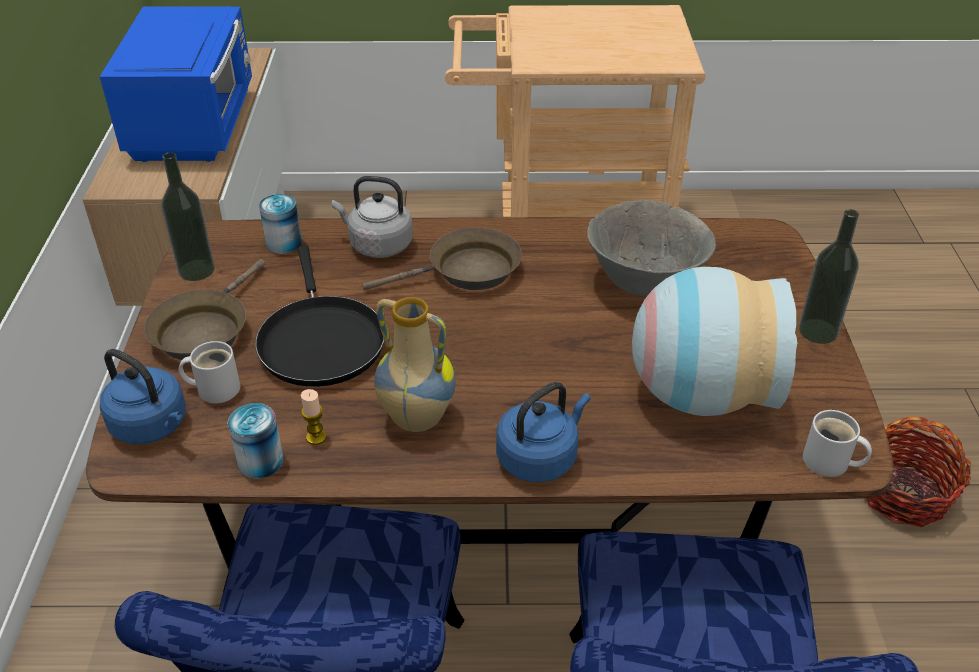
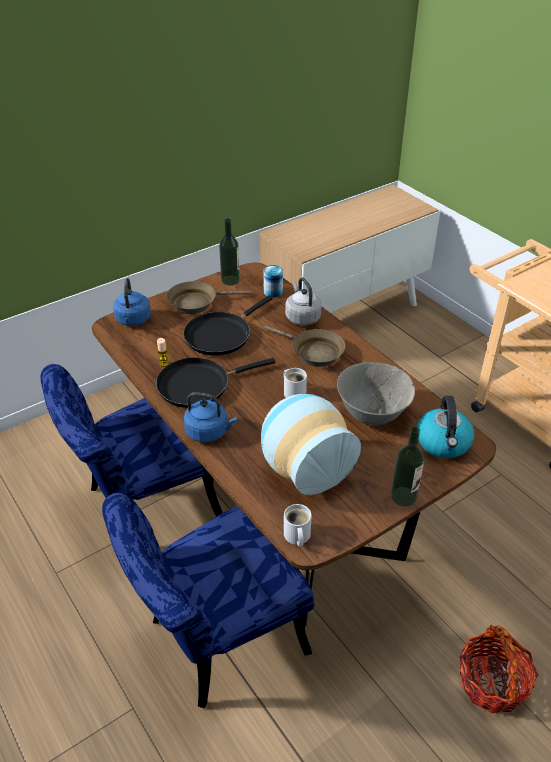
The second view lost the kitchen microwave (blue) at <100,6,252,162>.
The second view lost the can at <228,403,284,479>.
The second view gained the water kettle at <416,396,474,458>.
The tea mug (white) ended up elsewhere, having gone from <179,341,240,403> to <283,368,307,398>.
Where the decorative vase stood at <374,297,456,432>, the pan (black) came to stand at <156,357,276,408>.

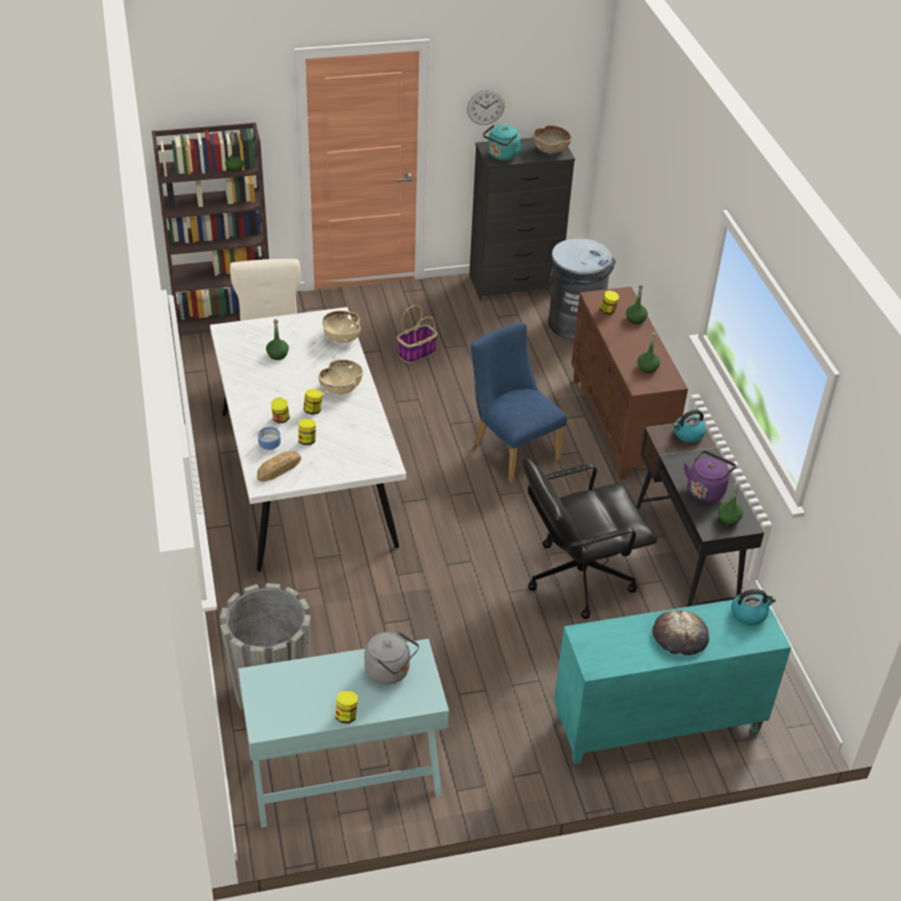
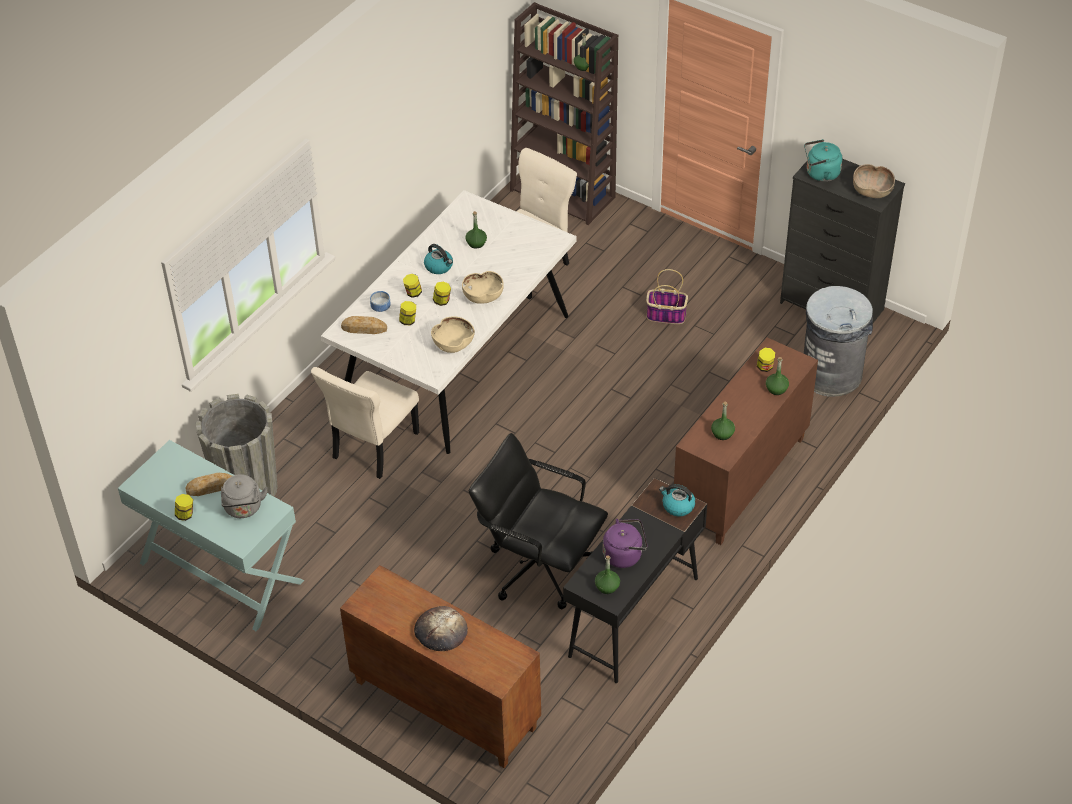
The second view lost the wall clock at <467,89,505,125>.
The second view lost the chair (blue) at <471,323,567,483>.
The second view gained the bakery bread at <185,473,232,496>.
The second view gained the chair (beige-coloured) at <311,367,419,479>.
The deep dish (beige-coloured) ended up elsewhere, having gone from <323,310,361,343> to <431,316,475,353>.
The water kettle ended up elsewhere, having gone from <731,589,776,625> to <424,244,453,274>.
What was the storage cabinet (turquoise) at <554,595,791,765> turned into the storage cabinet (brownish) at <340,565,541,768>.

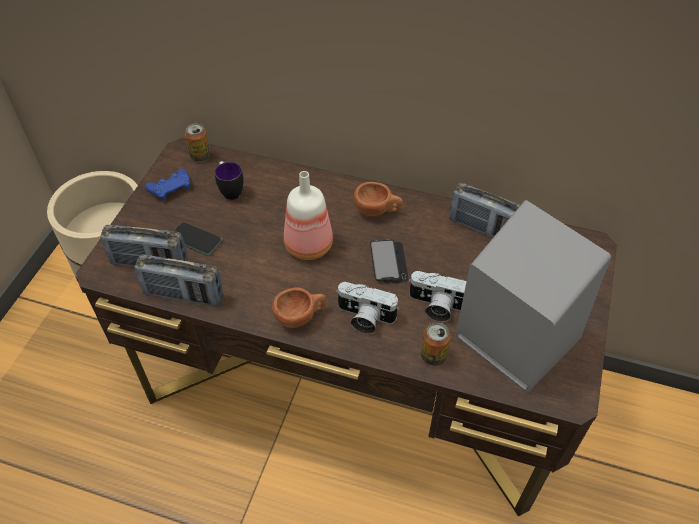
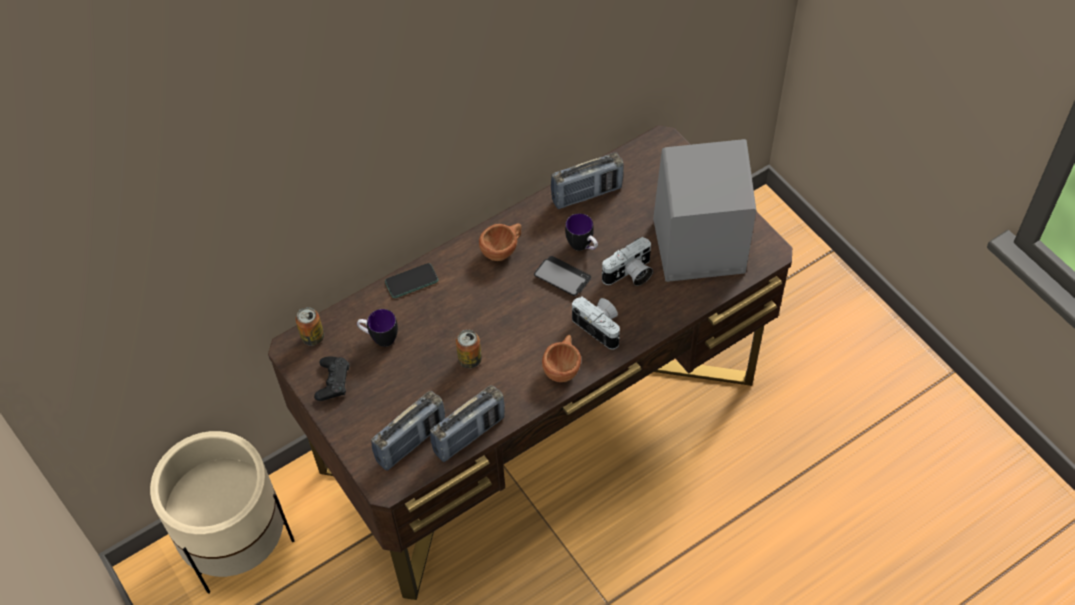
The second view lost the beverage bottle at <284,171,333,260>.
The second view gained the tea mug at <565,213,598,251>.
The telephone ended up elsewhere, having gone from <174,222,222,256> to <385,263,439,298>.
The can ended up elsewhere, having gone from <421,322,451,366> to <456,330,482,368>.
What was the joypad (blue) at <145,168,190,201> turned into the joypad (black) at <314,356,349,401>.
The photo camera at <336,282,399,334> ended up facing another way, 105 degrees counterclockwise from before.

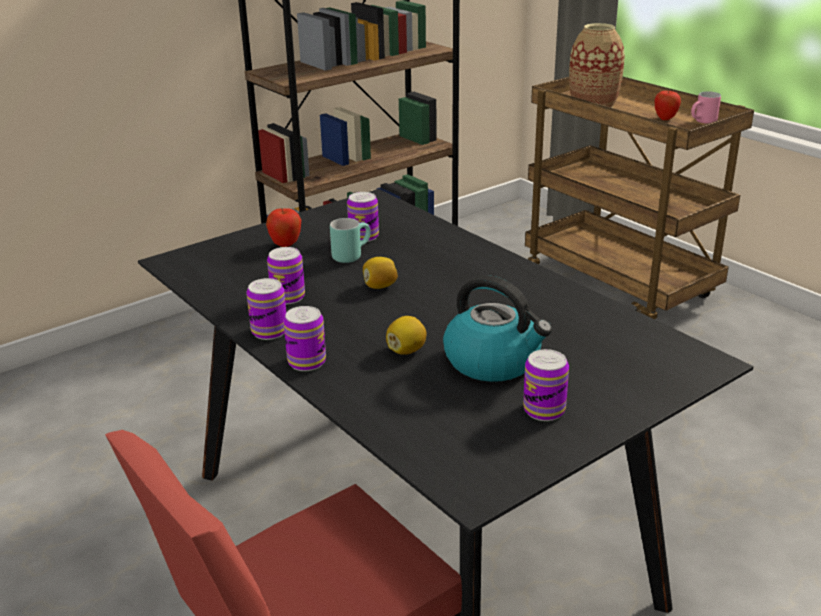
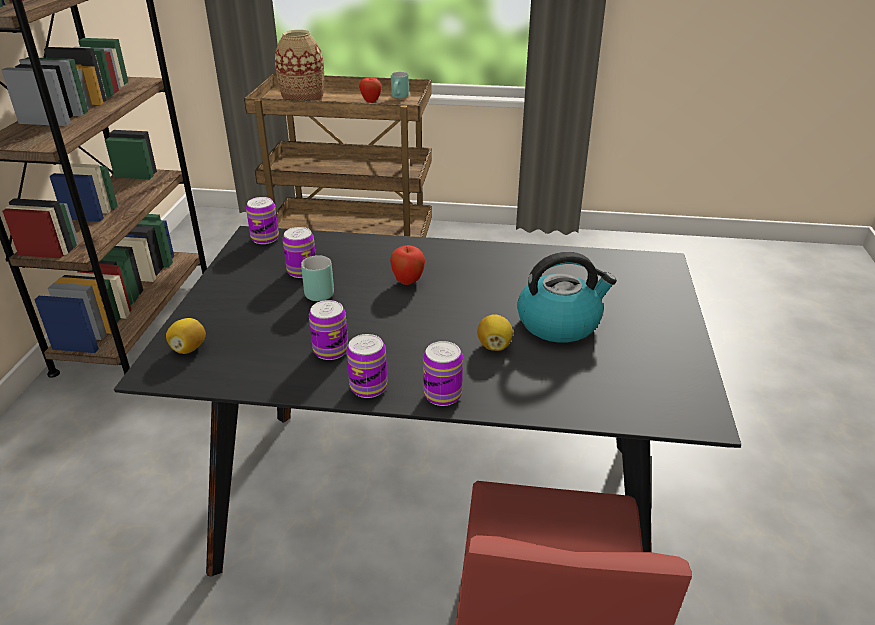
The apple ended up elsewhere, having gone from <266,208,301,247> to <390,245,425,285>.
The citrus fruit ended up elsewhere, having gone from <363,257,398,289> to <166,318,206,354>.
The can ended up elsewhere, having gone from <523,349,569,421> to <246,197,279,244>.
What was the tea mug (pink-coloured) at <691,91,721,124> turned into the tea mug (turquoise) at <391,72,409,98>.

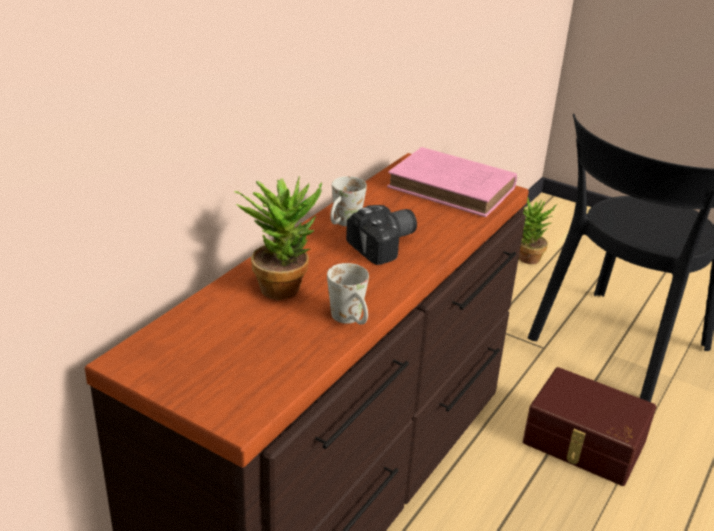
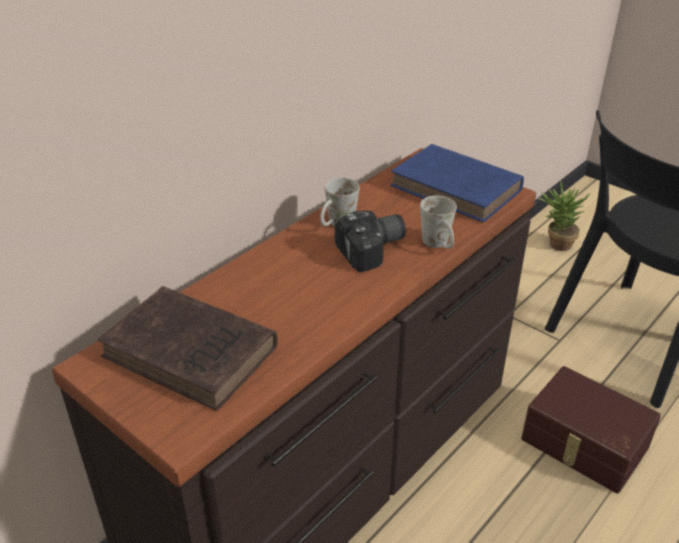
The second view lost the potted plant at <234,177,322,300>.
The second view gained the volume (brownish) at <97,286,278,411>.
The tea mug (white) ended up elsewhere, having gone from <327,263,369,324> to <420,196,457,249>.
What was the volume (pink-coloured) at <387,147,517,217> turned into the volume (blue) at <390,144,524,223>.

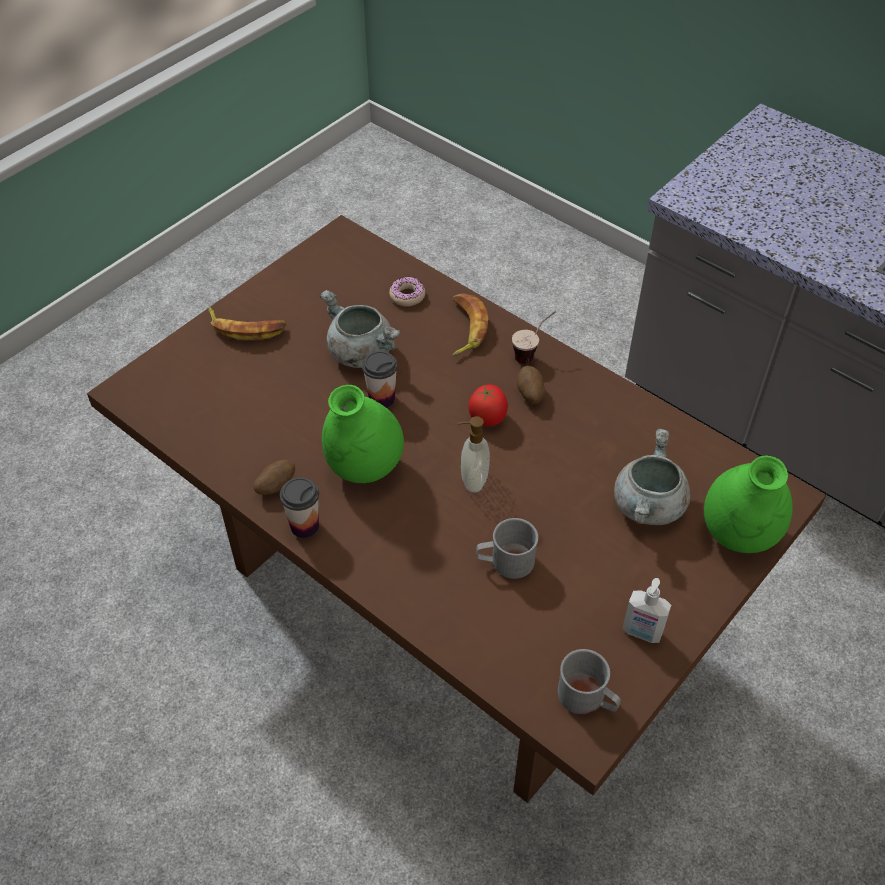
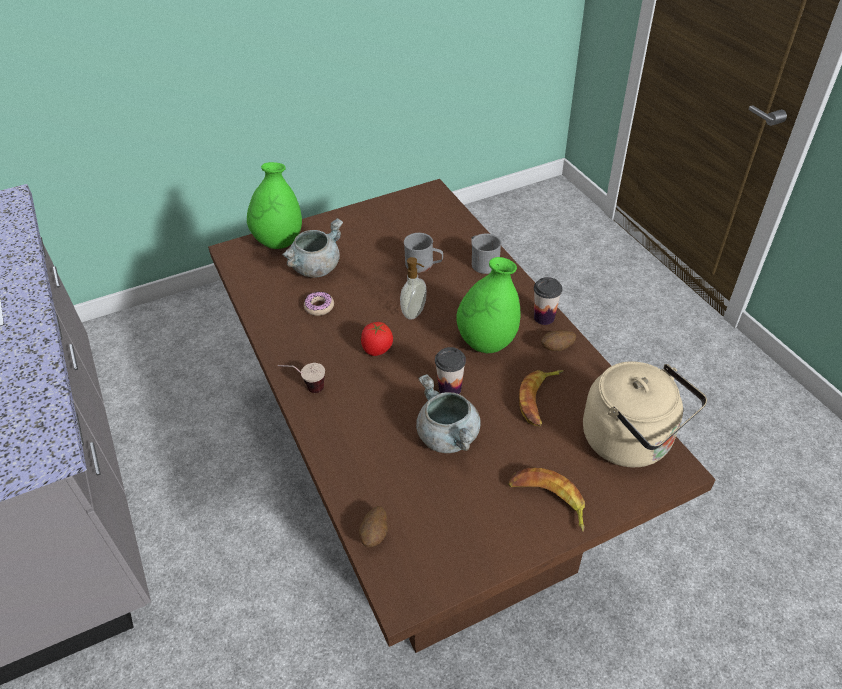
The second view lost the soap bottle at <622,578,671,643>.
The second view gained the water kettle (beige-coloured) at <583,361,707,467>.
The doughnut ended up elsewhere, having gone from <389,277,425,307> to <304,291,334,316>.
The banana ended up elsewhere, having gone from <453,293,488,356> to <519,370,564,426>.
The potato ended up elsewhere, having gone from <517,365,545,404> to <359,506,388,547>.
The tea mug (grey) ended up elsewhere, having gone from <558,649,621,715> to <471,233,501,274>.

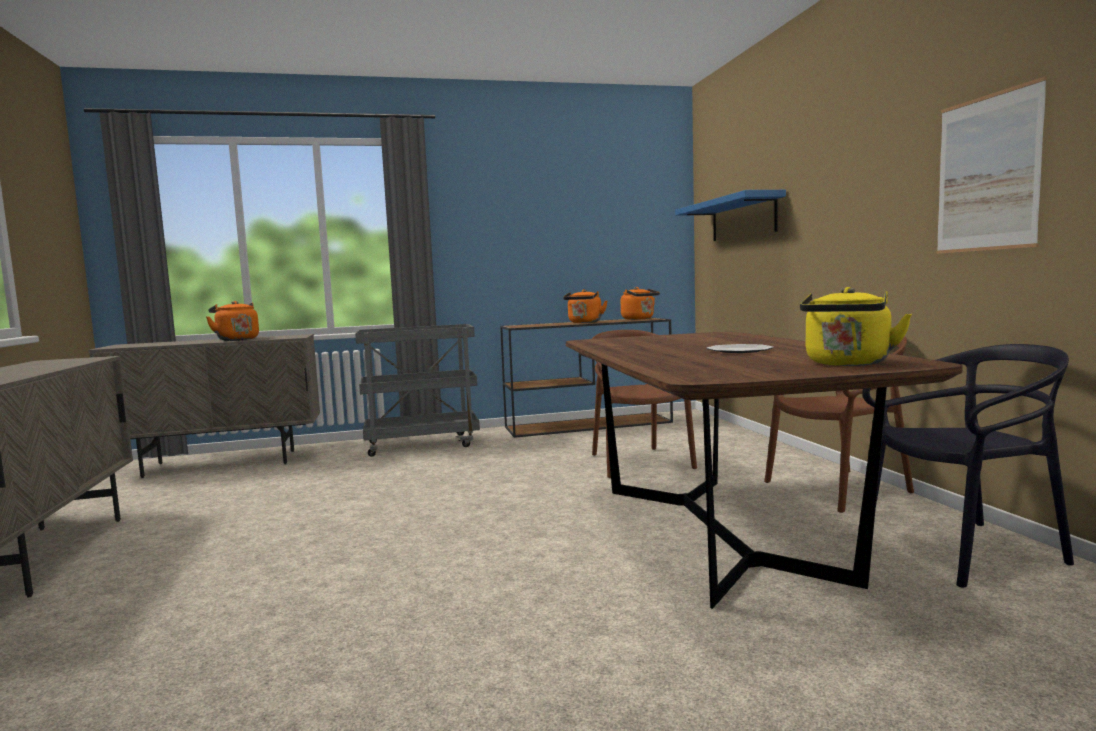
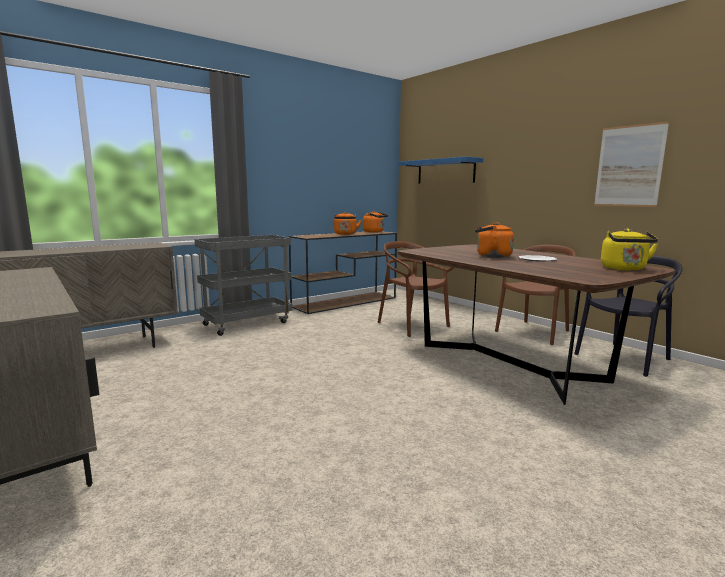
The water kettle (orange) ended up elsewhere, having gone from <206,301,259,341> to <475,222,514,258>.

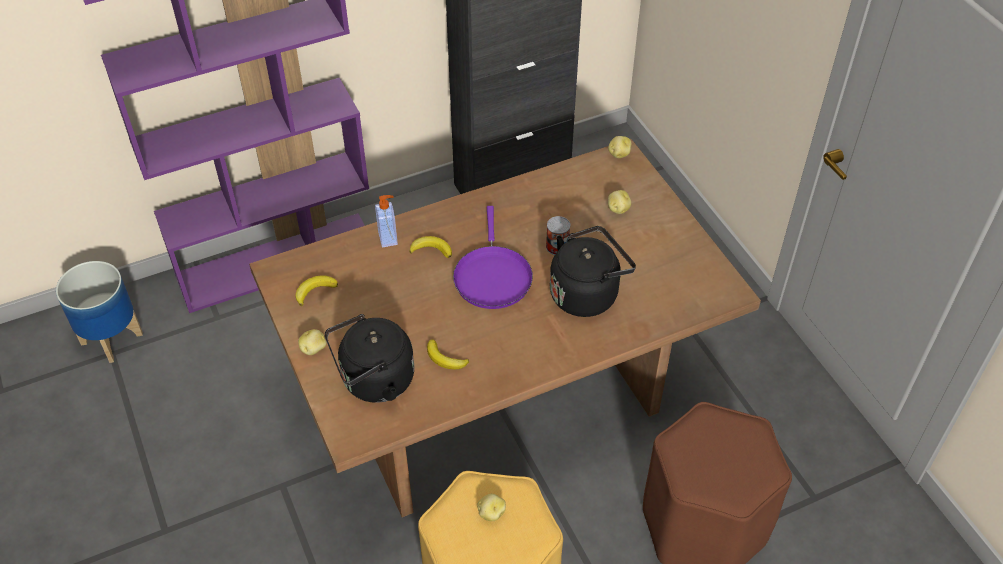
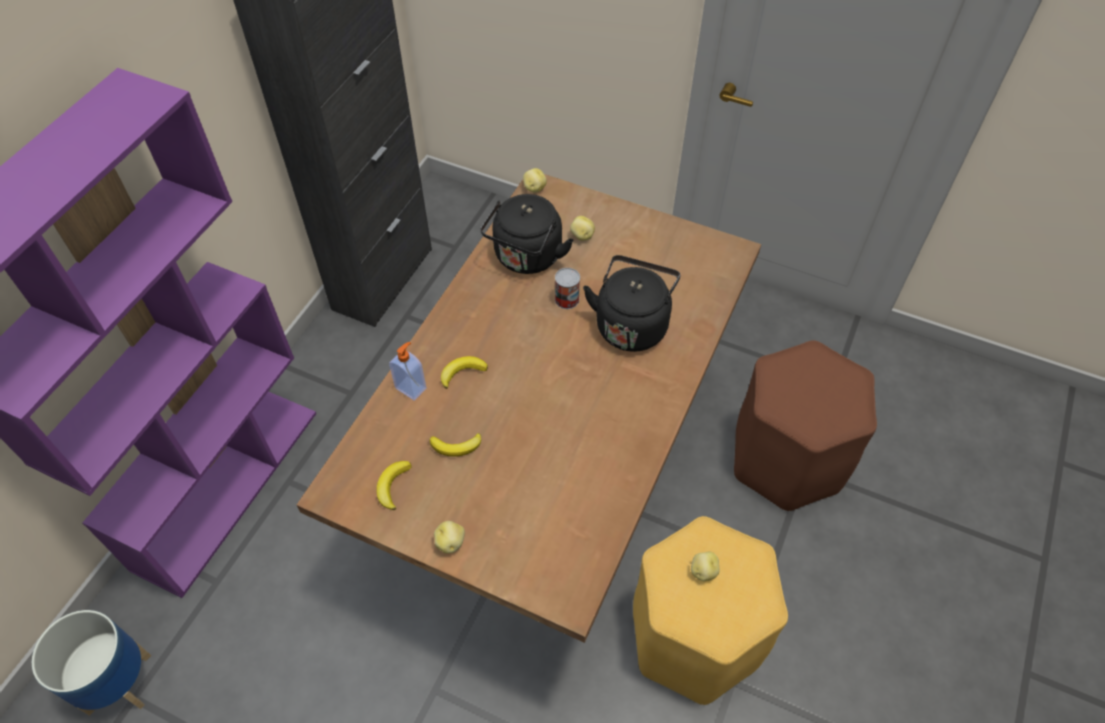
The second view lost the pan (purplish) at <453,206,533,309>.
The water kettle (black) ended up elsewhere, having gone from <325,314,414,403> to <480,194,573,274>.
The banana ended up elsewhere, having gone from <427,339,469,369> to <430,433,481,457>.

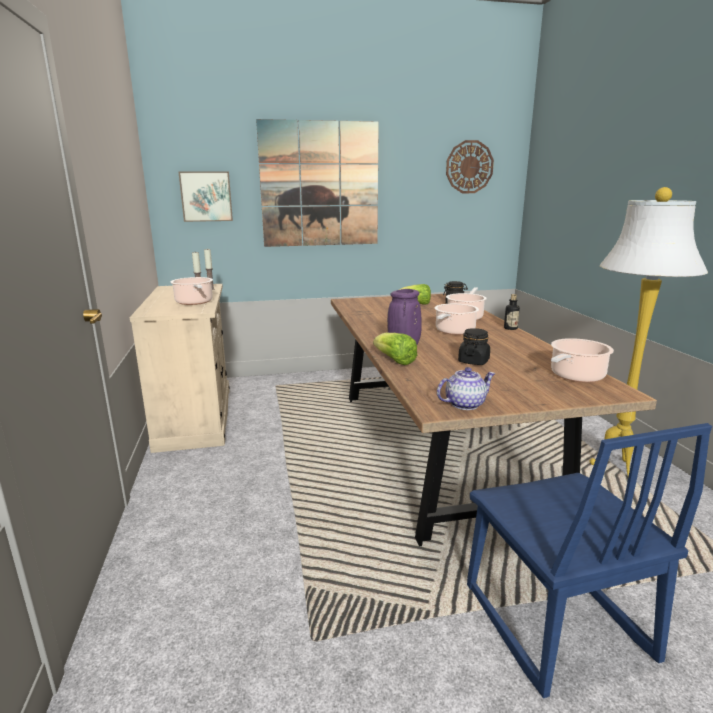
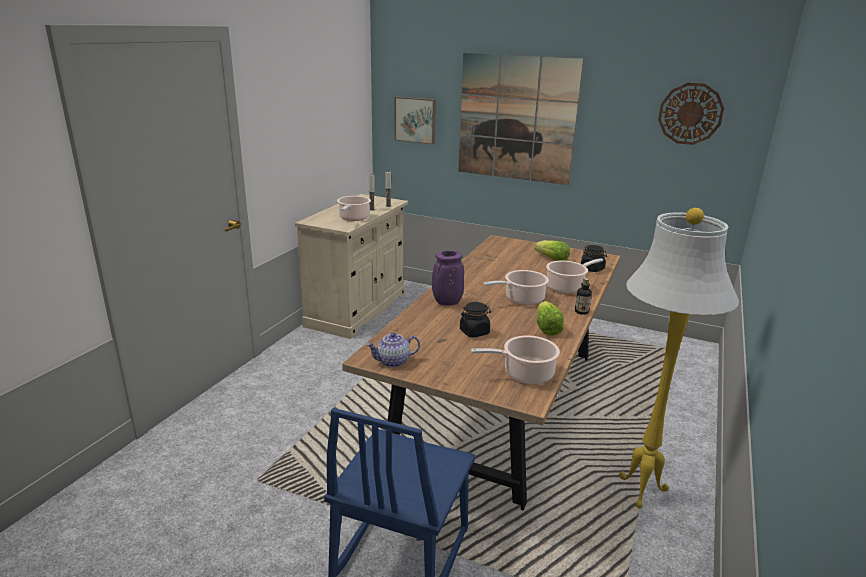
The lettuce ended up elsewhere, having gone from <373,333,417,365> to <537,301,564,336>.
The teapot at <437,367,496,410> ended up facing another way, 150 degrees clockwise from before.

